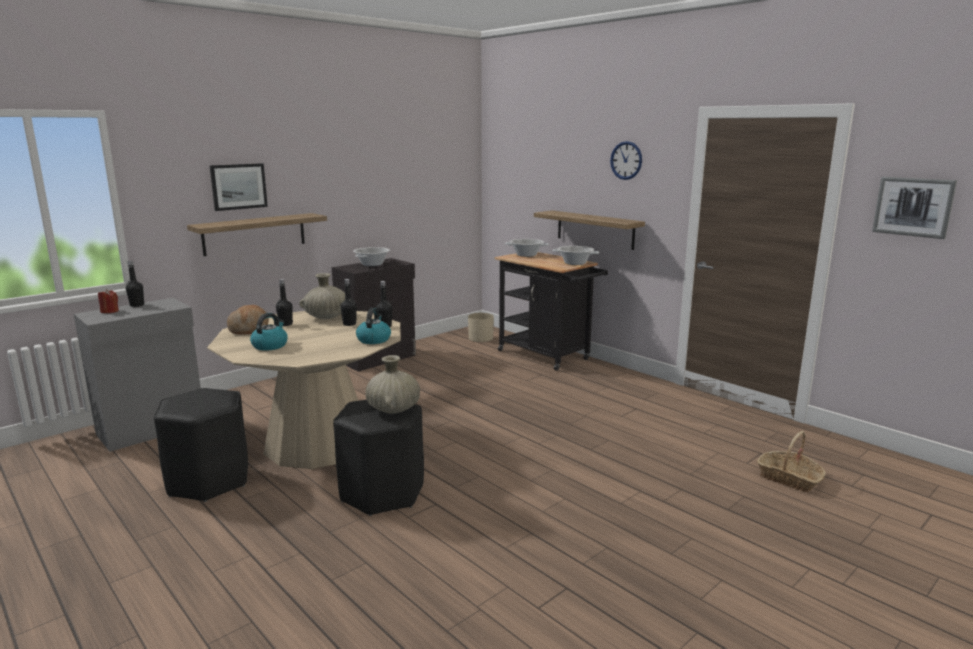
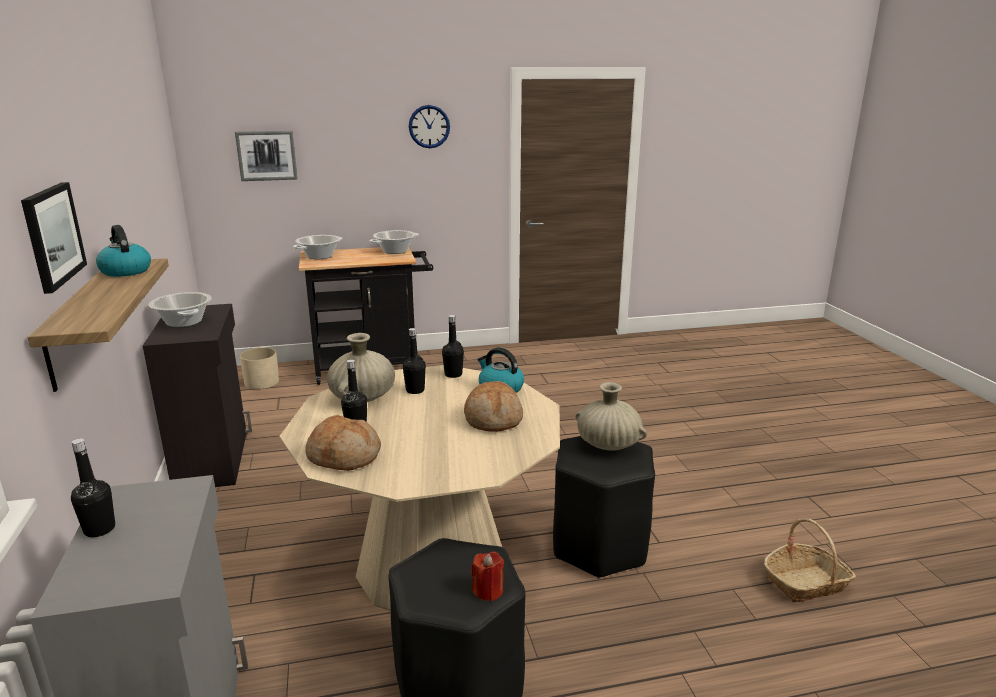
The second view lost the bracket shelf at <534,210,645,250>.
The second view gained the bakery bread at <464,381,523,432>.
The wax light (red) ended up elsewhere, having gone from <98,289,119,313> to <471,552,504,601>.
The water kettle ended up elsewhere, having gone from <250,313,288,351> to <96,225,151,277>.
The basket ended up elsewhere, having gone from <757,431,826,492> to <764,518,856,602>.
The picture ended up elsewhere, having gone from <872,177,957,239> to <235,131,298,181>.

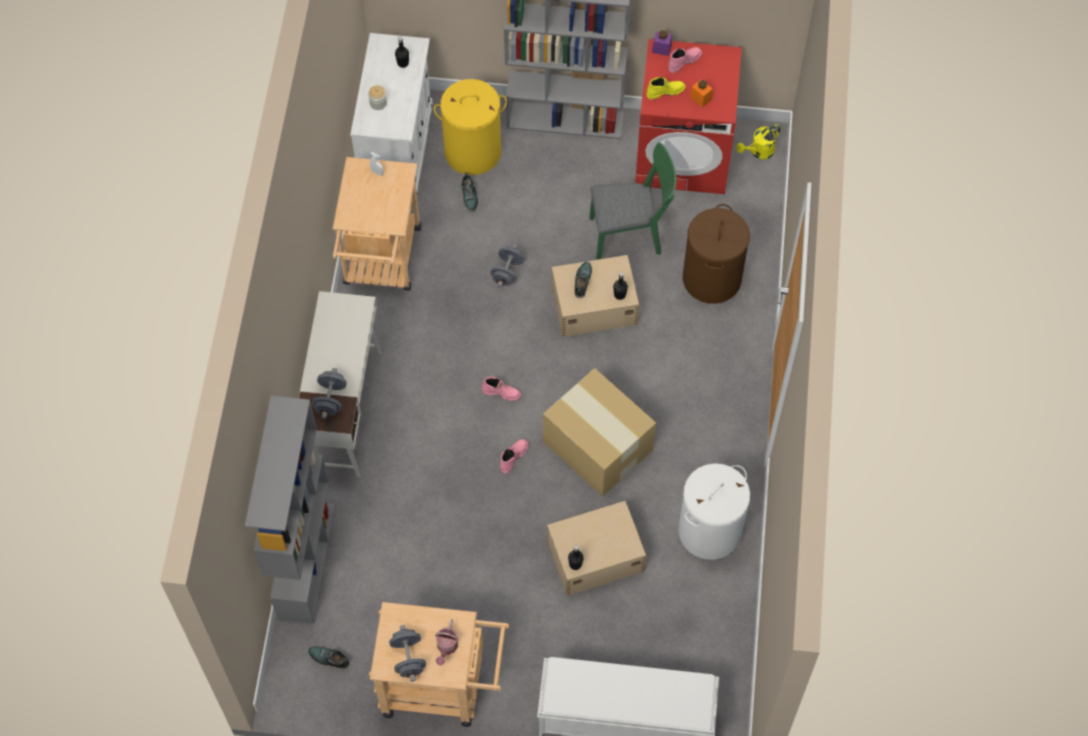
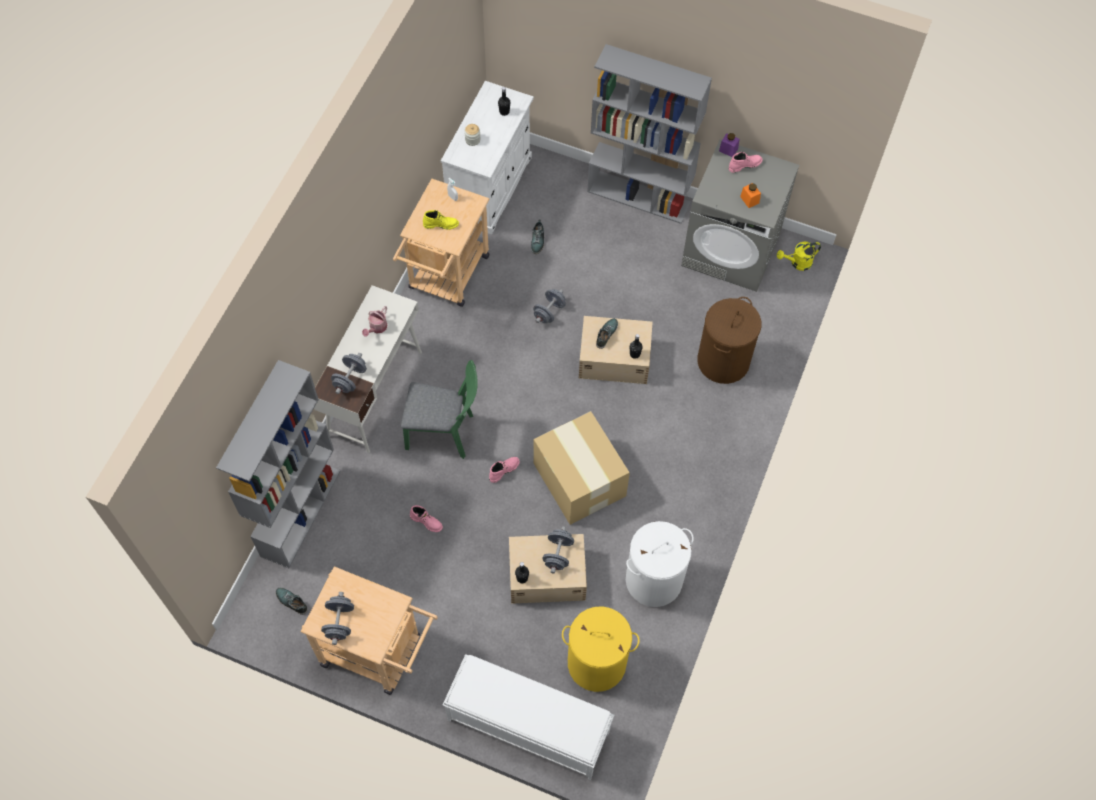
The second view gained the free weight (grey) at <542,526,574,573>.
The laundry basket (yellow) ended up elsewhere, having gone from <434,79,507,175> to <562,607,640,692>.
The watering pot ended up elsewhere, having gone from <435,619,459,666> to <362,306,387,336>.
The high-top boot (pink-coloured) ended up elsewhere, having gone from <482,377,521,401> to <410,505,443,532>.
The chair (green) ended up elsewhere, having gone from <589,142,676,260> to <401,360,478,459>.
The high-top boot (yellow) ended up elsewhere, having gone from <646,77,685,99> to <423,210,459,230>.
What was the washing machine (red) at <635,39,742,194> turned into the washing machine (grey) at <681,139,799,292>.

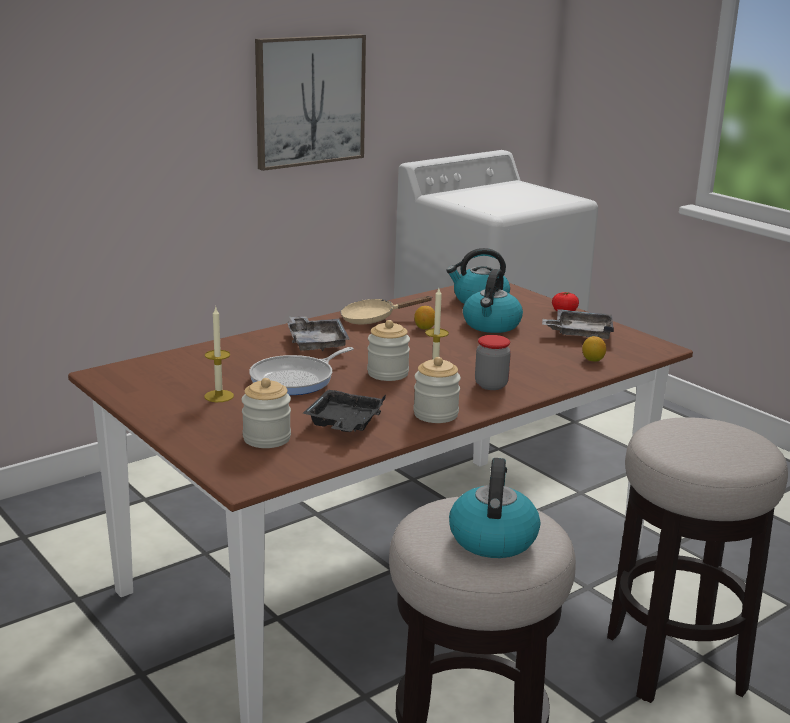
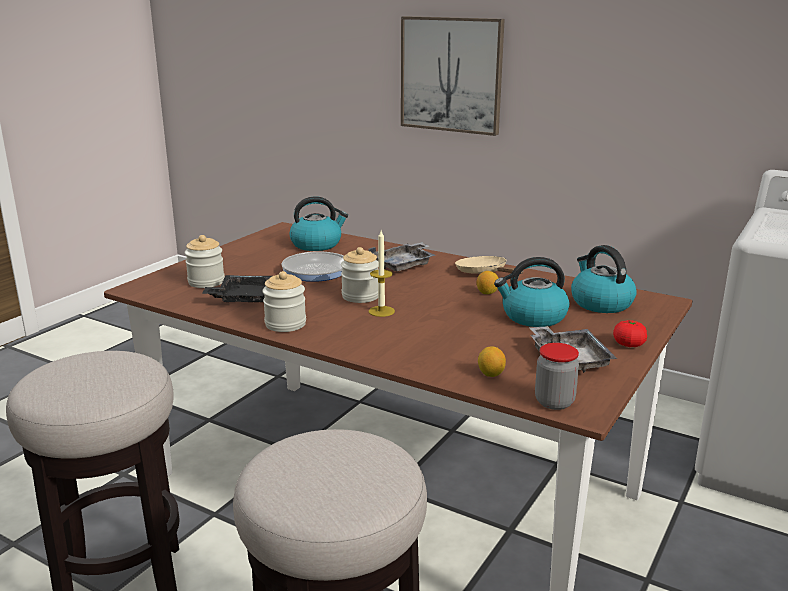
The second view lost the wax light at <204,306,234,402>.
The picture ended up elsewhere, having gone from <255,34,366,171> to <401,16,505,136>.
The water kettle ended up elsewhere, having gone from <449,458,540,558> to <290,196,348,251>.
The jar ended up elsewhere, having gone from <475,335,511,390> to <535,343,579,410>.

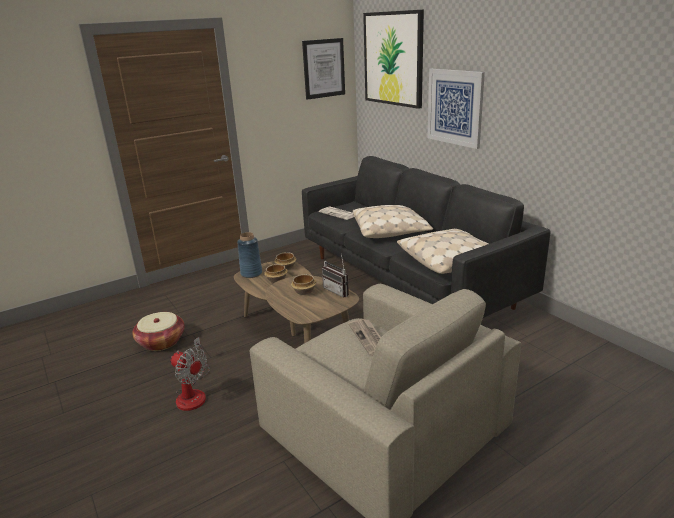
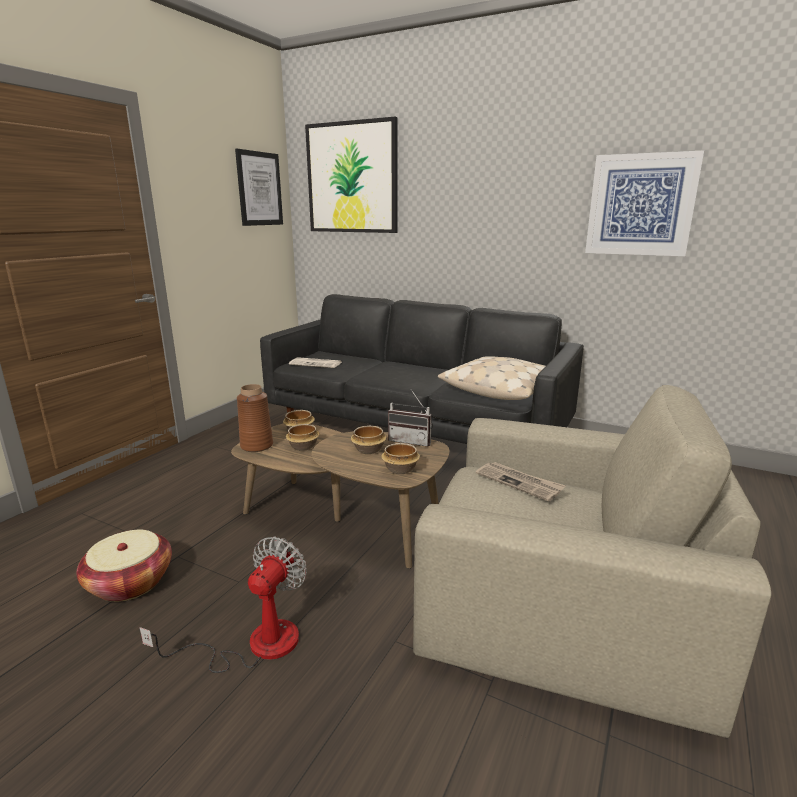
The second view lost the throw pillow (beige-coloured) at <353,205,433,238>.
The second view gained the deep dish at <381,443,420,474>.
The picture ended up elsewhere, having gone from <427,69,485,149> to <585,150,704,256>.
What was the decorative vase (blue) at <237,232,262,278> turned into the decorative vase (brownish) at <237,384,273,452>.
The cooling fan at <171,337,210,411> ended up facing another way, 75 degrees counterclockwise from before.

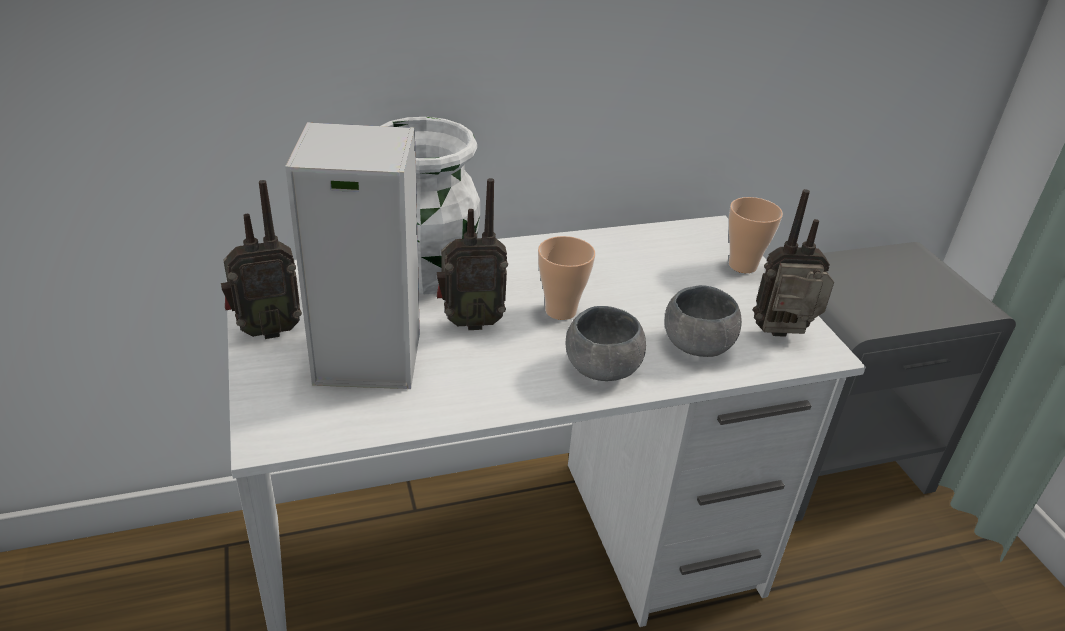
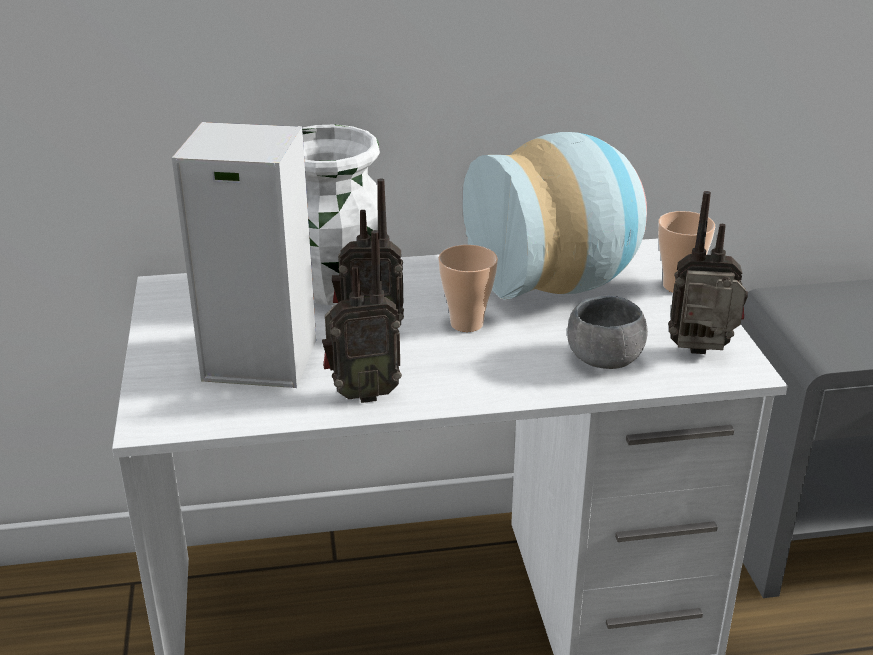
The second view lost the deep dish (grey) at <566,306,646,381>.
The second view gained the decorative vase at <463,132,647,300>.
The radio ended up elsewhere, having gone from <221,180,302,339> to <322,230,402,403>.

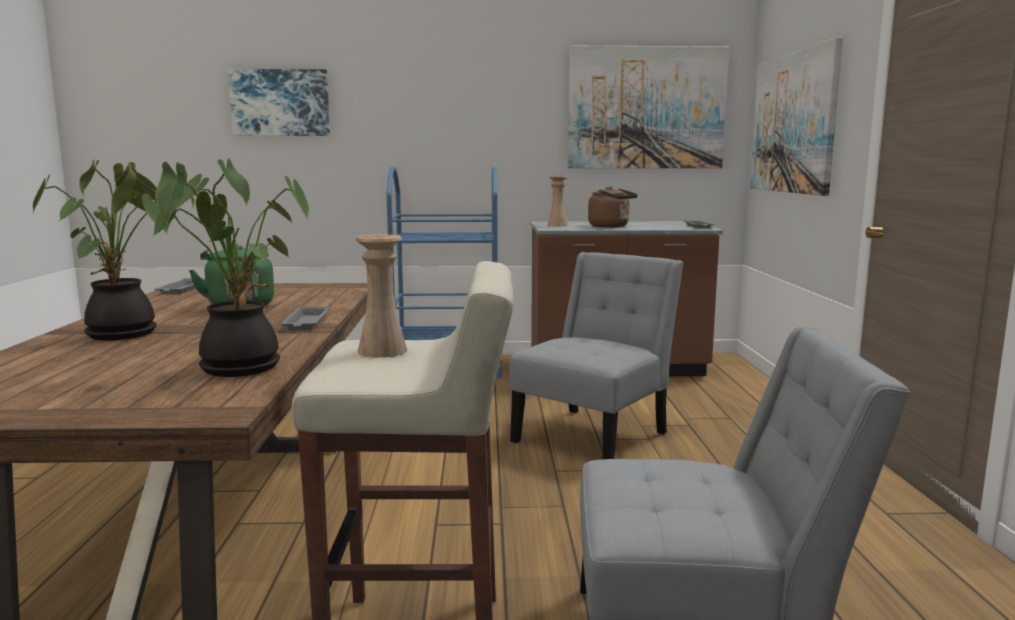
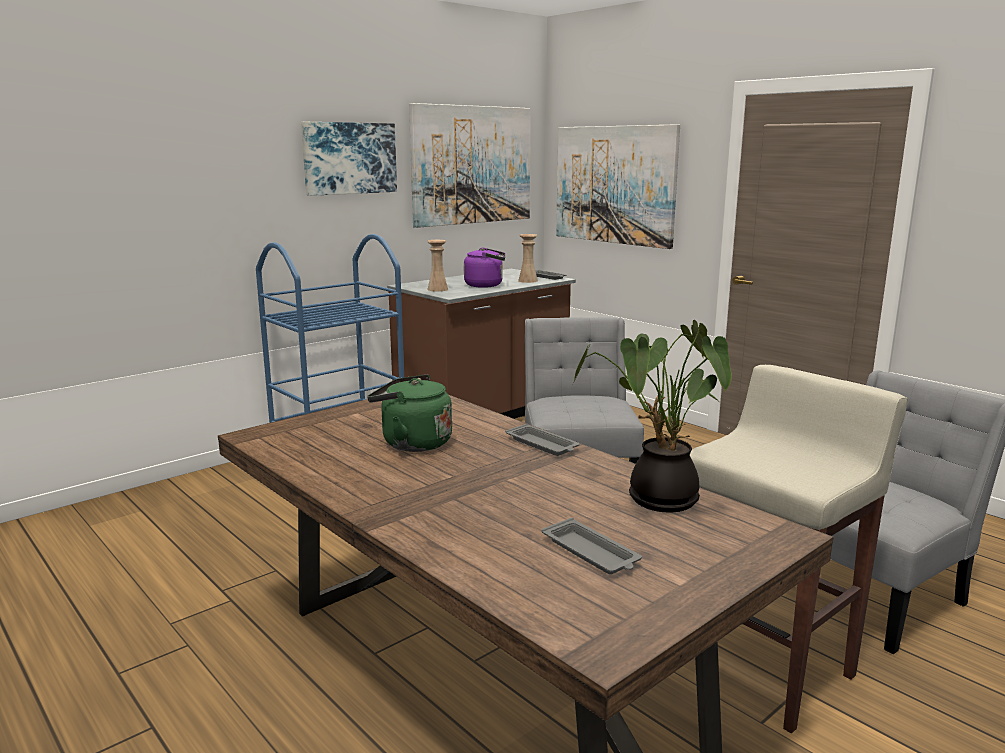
The second view lost the potted plant at <33,159,195,341>.
The carrying tray (grey) ended up elsewhere, having gone from <154,278,205,294> to <542,518,642,574>.
The picture ended up elsewhere, having gone from <228,69,330,136> to <301,122,397,196>.
The decorative vase (beige-coloured) ended up elsewhere, having gone from <355,235,407,358> to <518,234,538,283>.
What was the water kettle (brownish) at <588,186,638,228> turned into the water kettle (purplish) at <464,248,505,288>.

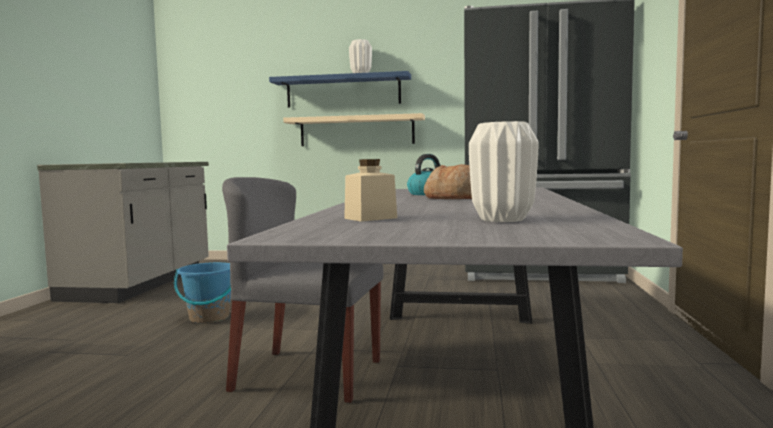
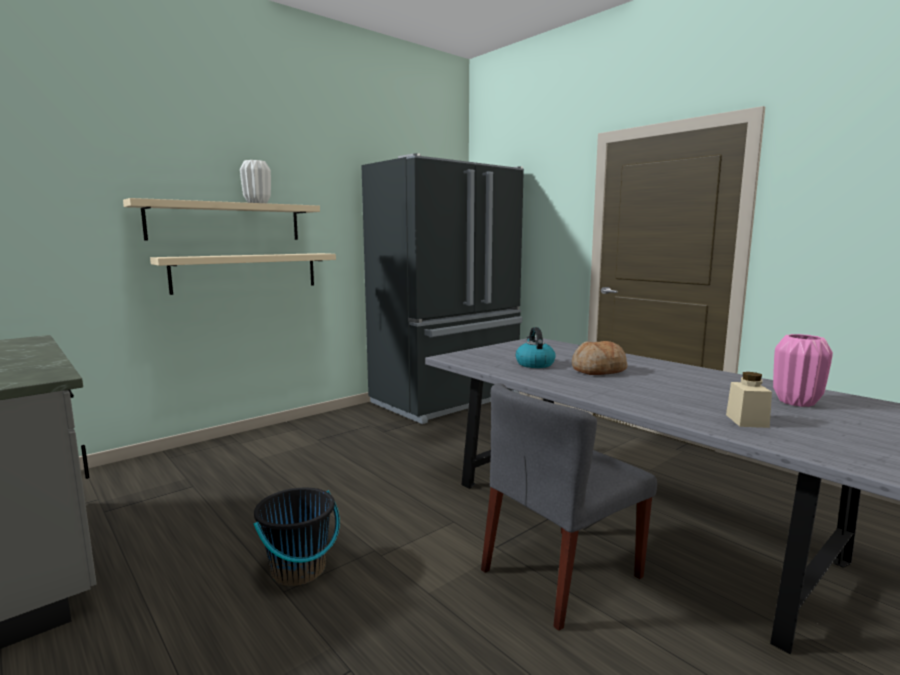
What was the water bucket (blue) at <174,262,231,324> turned into the water bucket (black) at <254,488,340,586>.
What was the bracket shelf (blue) at <269,71,411,108> turned into the bracket shelf (beige-coloured) at <123,198,320,241>.
What was the decorative vase (white) at <469,121,539,222> turned into the decorative vase (pink-coloured) at <773,334,833,407>.

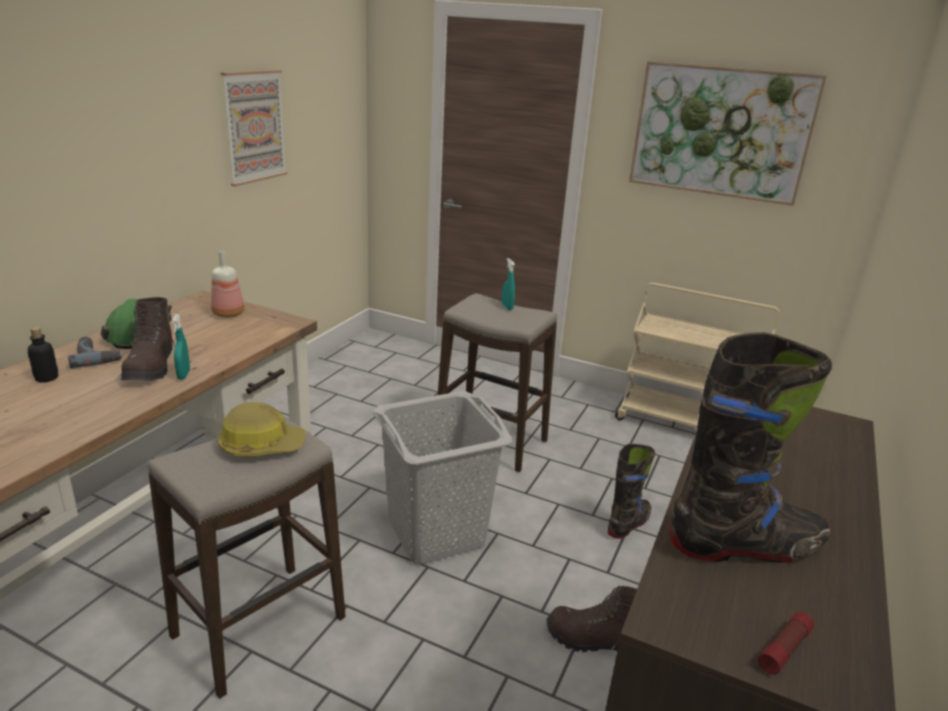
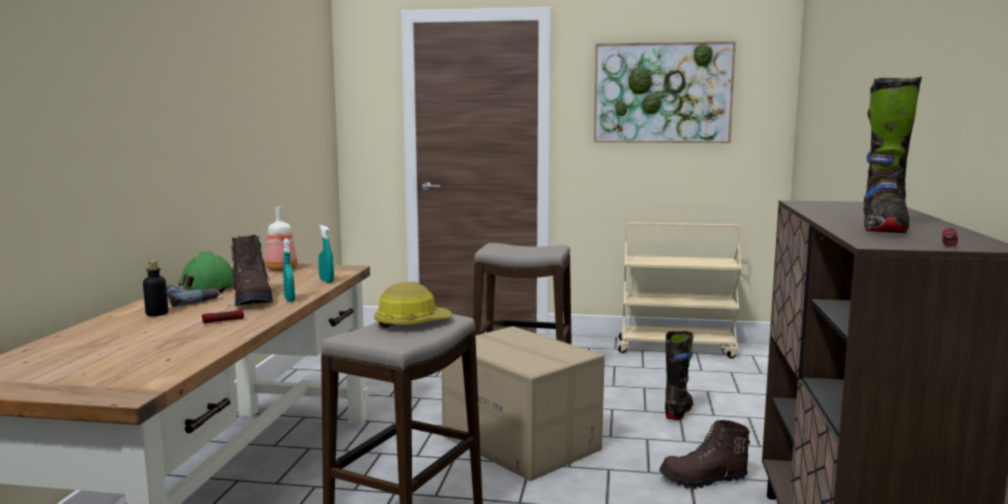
The second view lost the picture at <221,70,288,187>.
The second view gained the flashlight at <202,310,244,323>.
The spray bottle (turquoise) ended up elsewhere, having gone from <502,258,515,310> to <318,225,334,283>.
Where the laundry basket (grey) stood at <373,391,513,565>, the cardboard box came to stand at <442,326,605,481>.
The high-top boot (black) at <670,332,832,563> ended up facing another way, 135 degrees clockwise from before.

